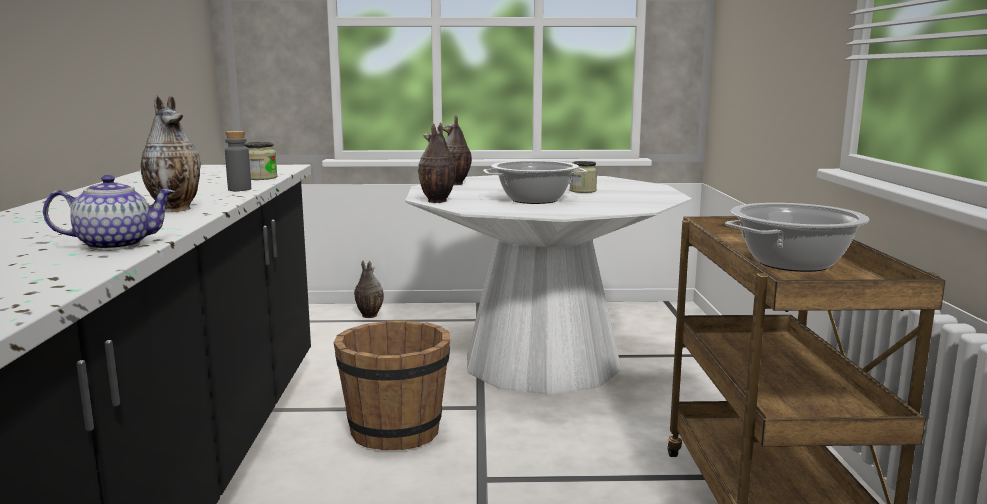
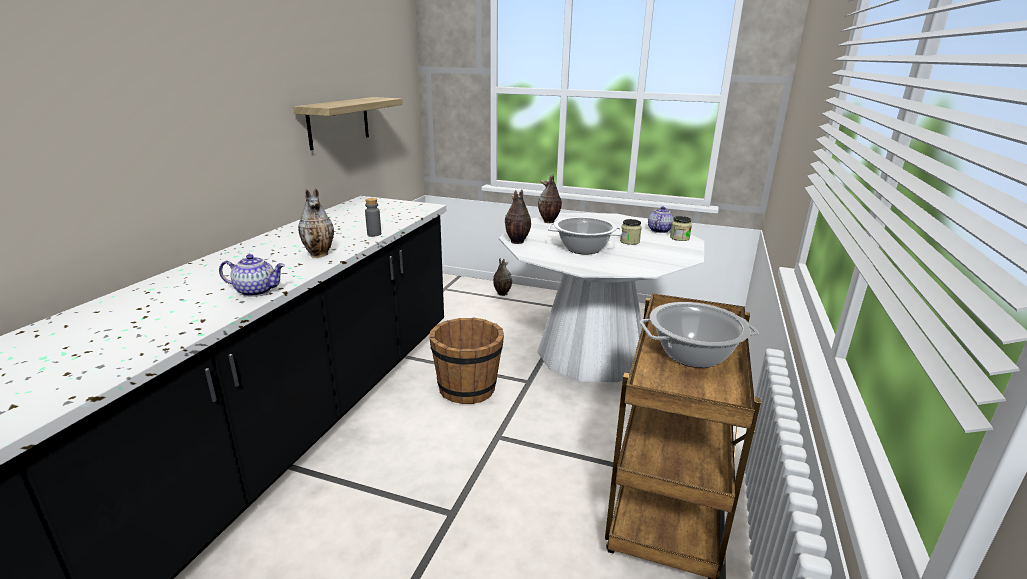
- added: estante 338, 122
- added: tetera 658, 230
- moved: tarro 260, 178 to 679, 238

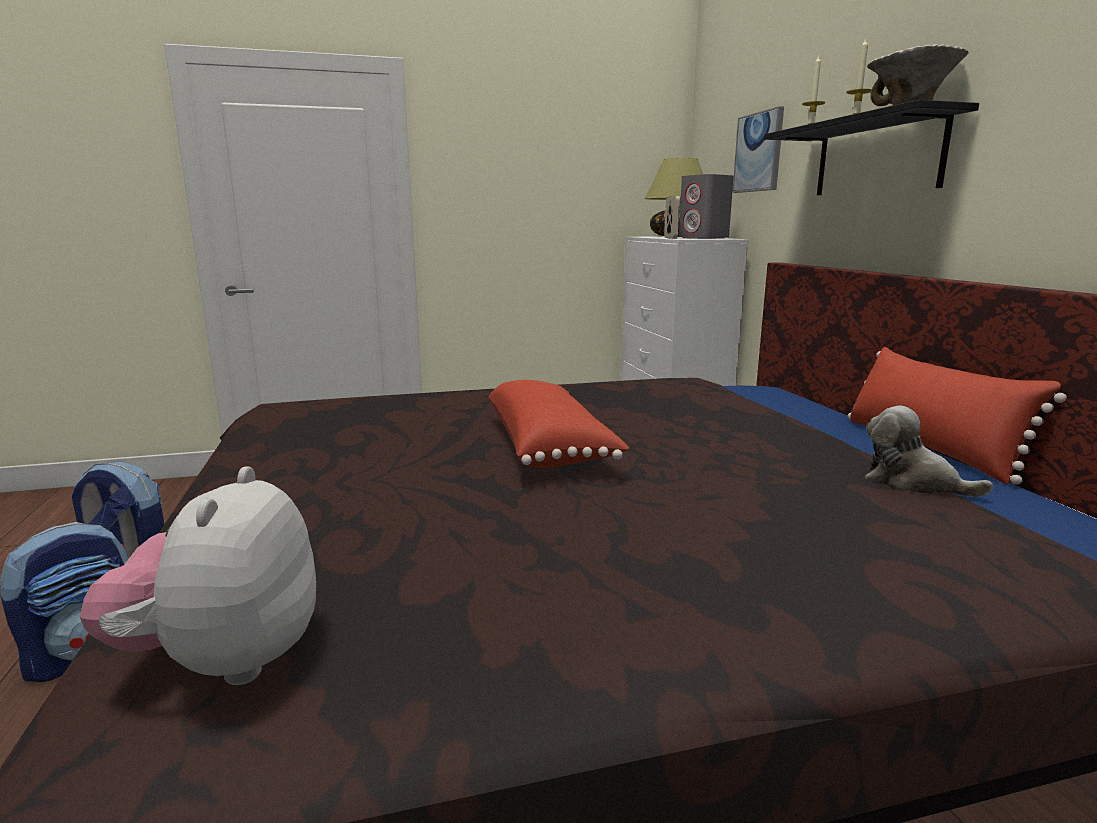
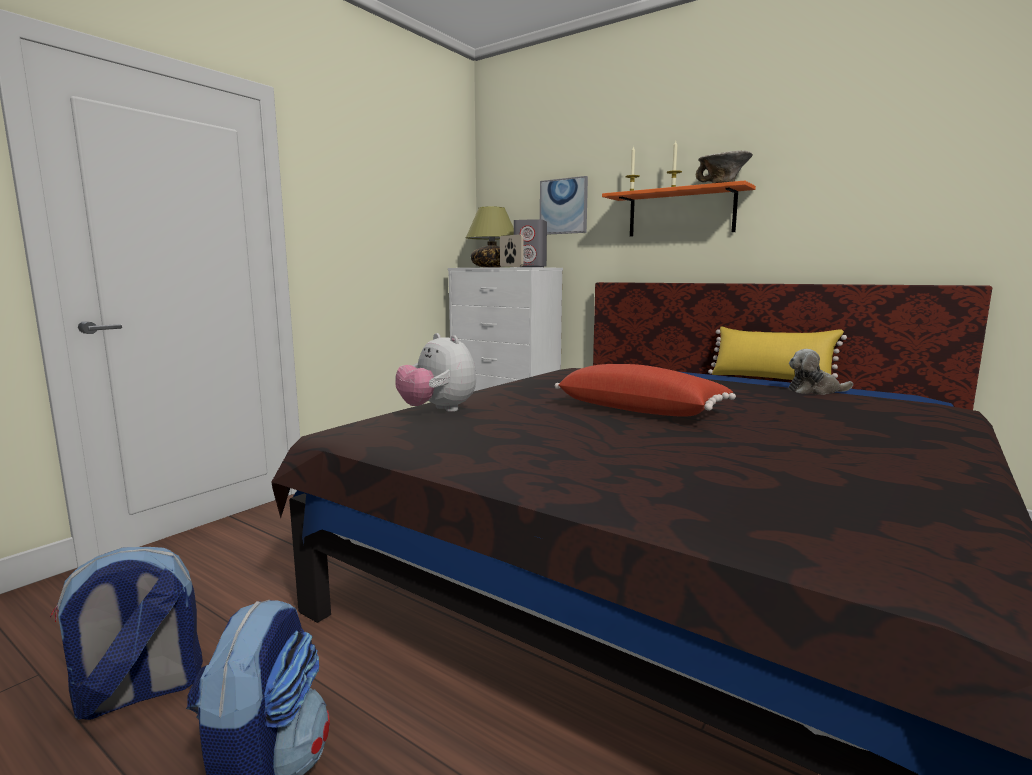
- moved: peluche 225, 661 to 437, 410
- recoloured: estante [negro] 877, 157 to estante [naranja] 681, 213
- recoloured: cojín [rojo] 928, 448 to cojín [amarillo] 771, 379

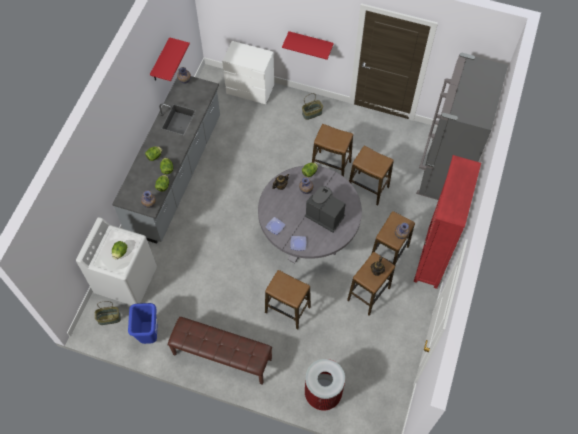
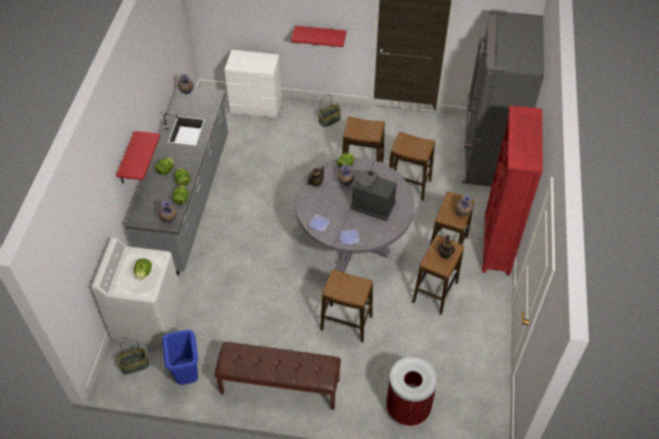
- moved: estante [rojo] 160, 61 to 127, 159

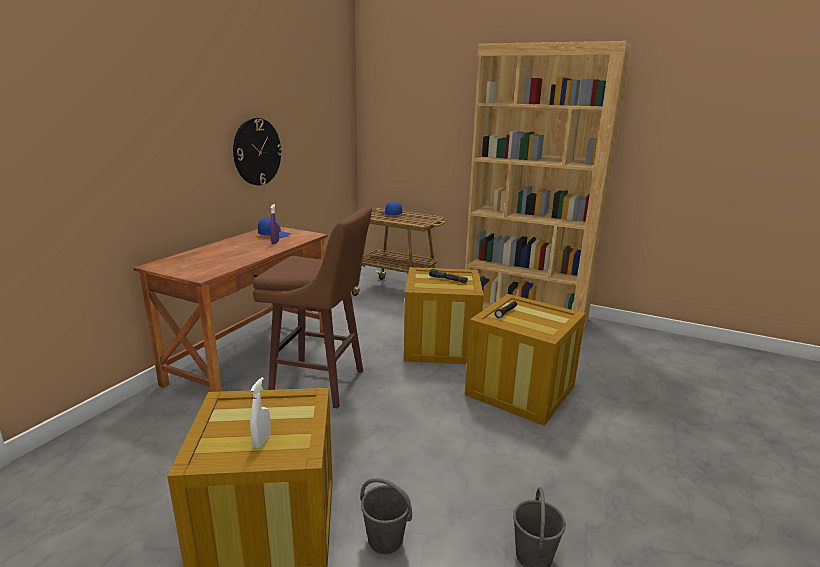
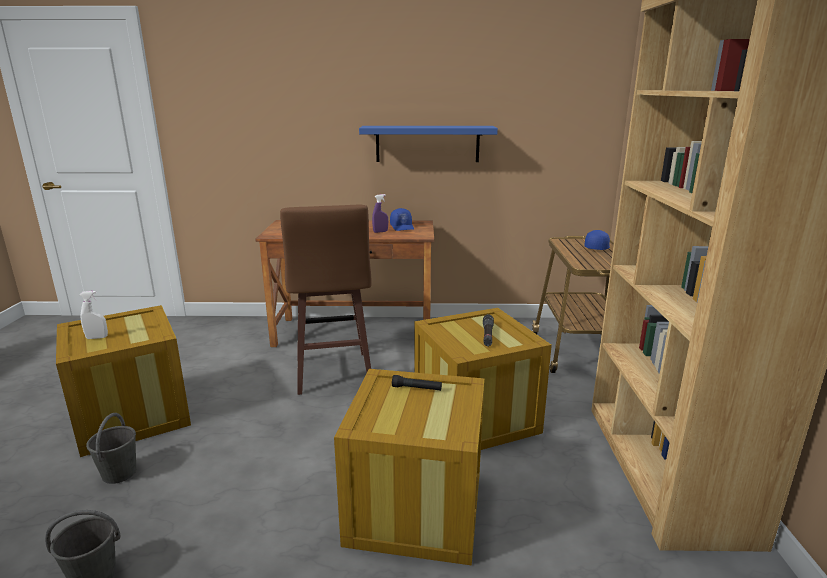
- replaced: reloj de pared 257, 152 to estante [azul] 427, 144

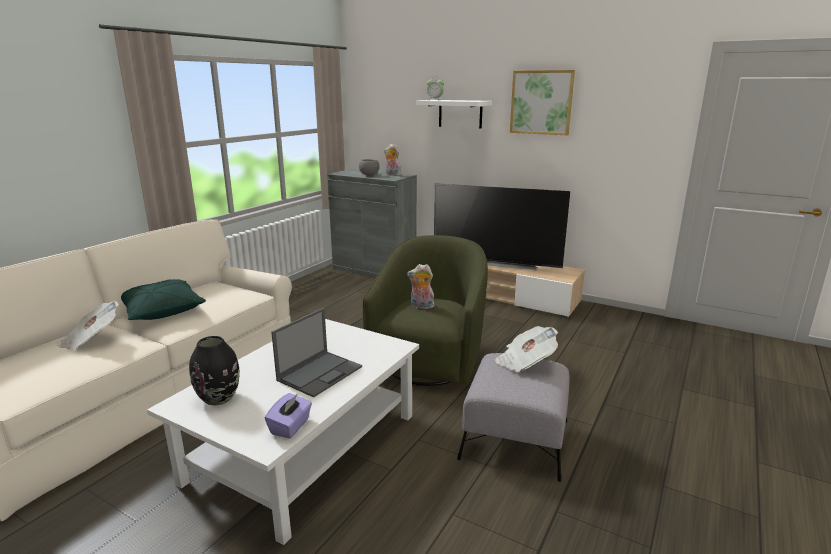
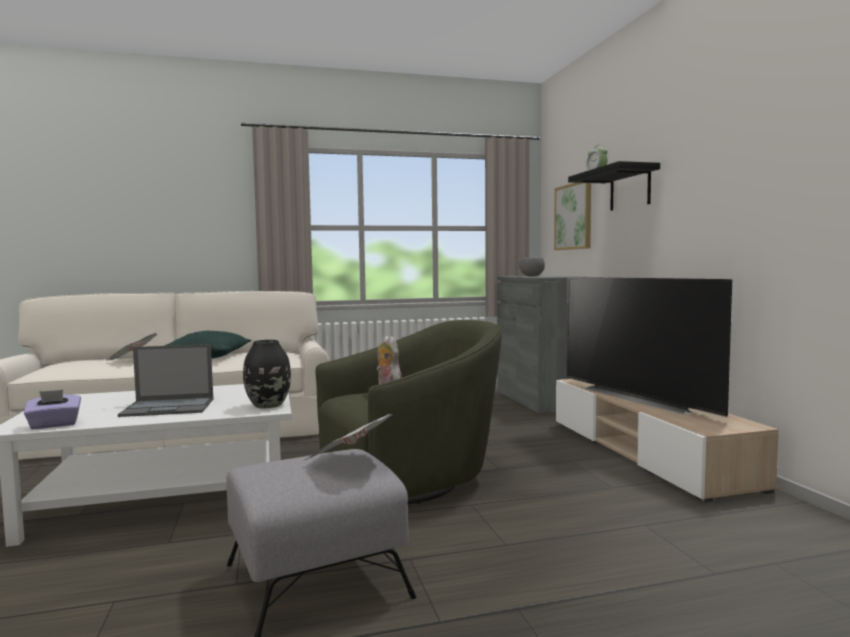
- removed: peluche 392, 175
- moved: florero [negro] 219, 398 to 268, 405
- moved: cuadro 541, 102 to 573, 216
- recoloured: estante [blanco] 460, 114 to estante [negro] 630, 189

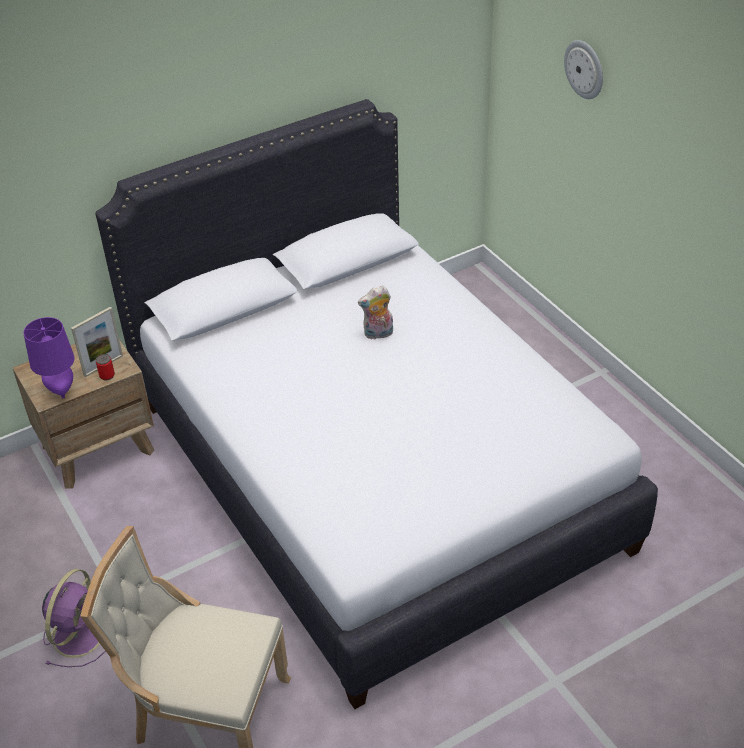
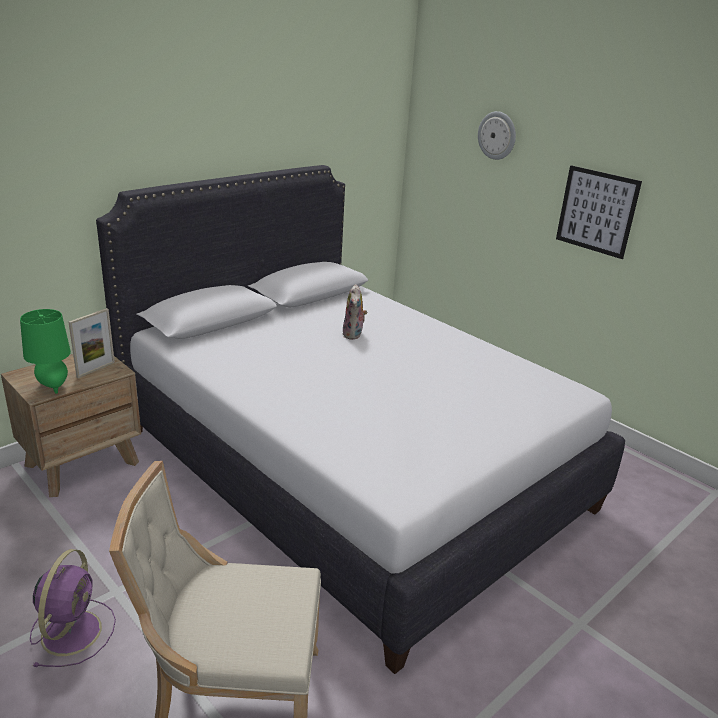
- removed: lata 107, 375
- added: cuadro 596, 211
- recoloured: lámpara de mesa [morado] 60, 389 to lámpara de mesa [verde] 52, 387
- turned: peluche 378, 334 = 354, 335 60 degrees counterclockwise

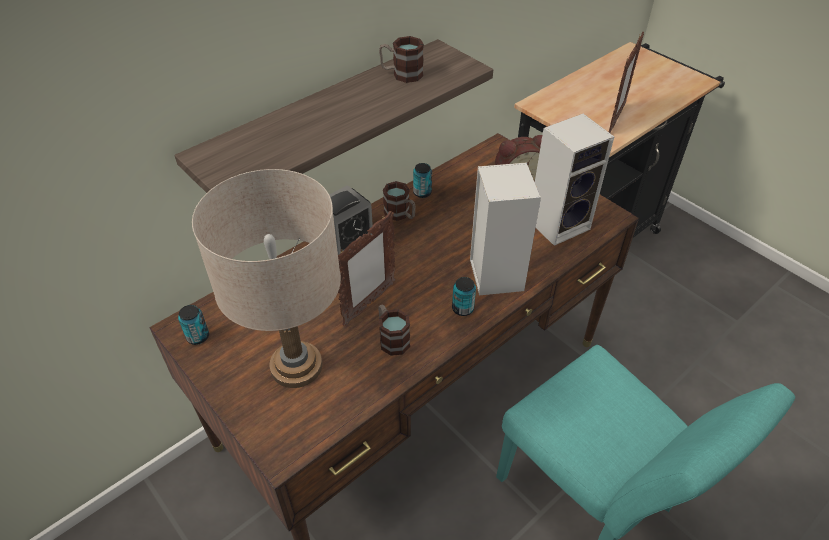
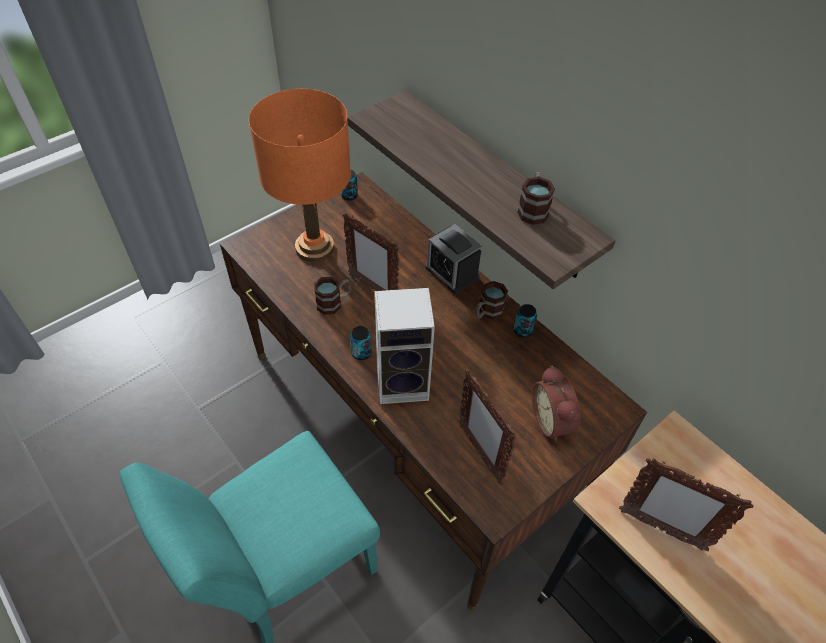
- replaced: altavoz 560, 223 to portarretratos 479, 453
- recoloured: lámpara de mesa [beis] 297, 366 to lámpara de mesa [naranja] 314, 248

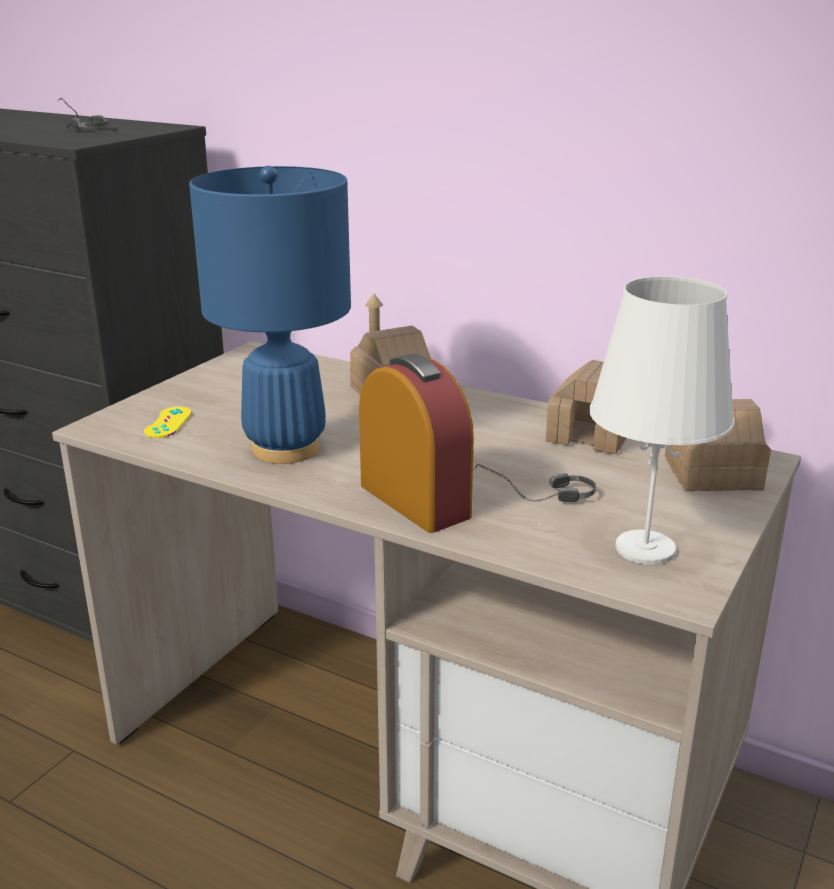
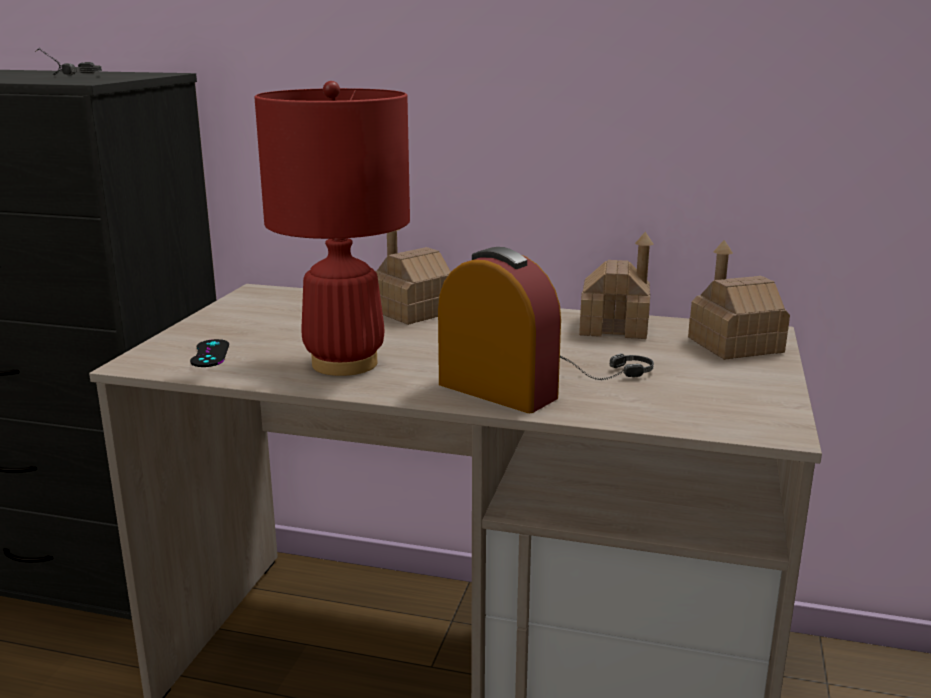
- removed: lámpara de mesa [blanco] 645, 548
- recoloured: mando de consola [amarillo] 168, 423 to mando de consola [negro] 210, 354
- recoloured: lámpara de mesa [azul] 286, 449 to lámpara de mesa [rojo] 345, 363

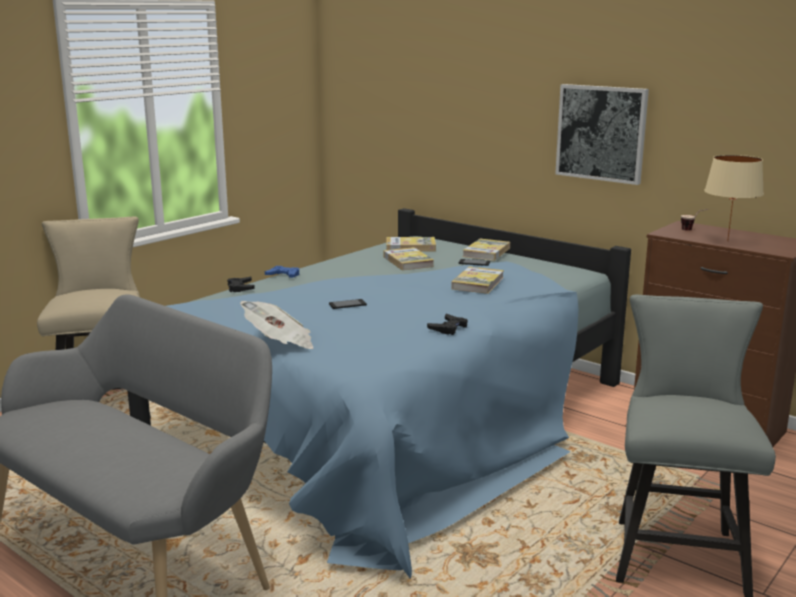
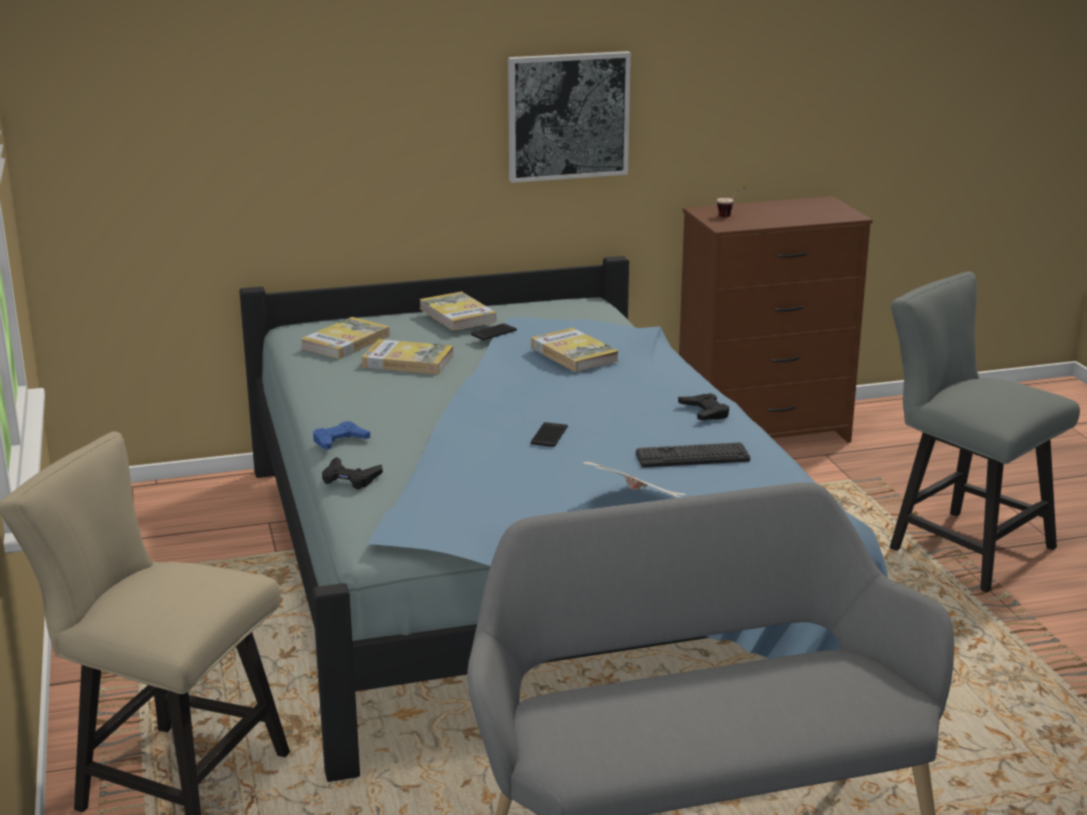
- removed: lámpara de mesa [beis] 728, 241
- added: teclado 692, 457

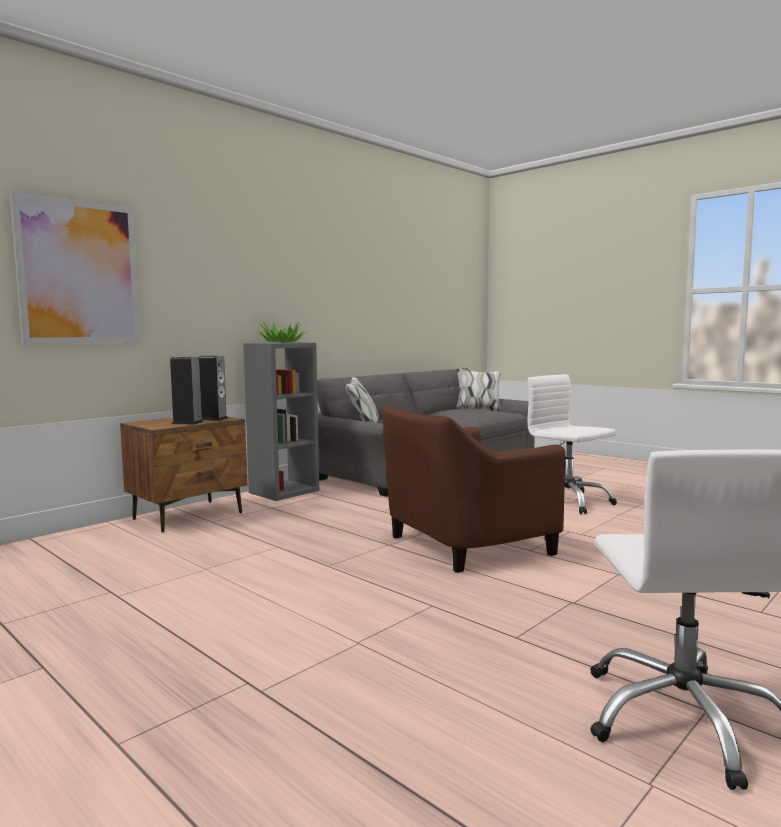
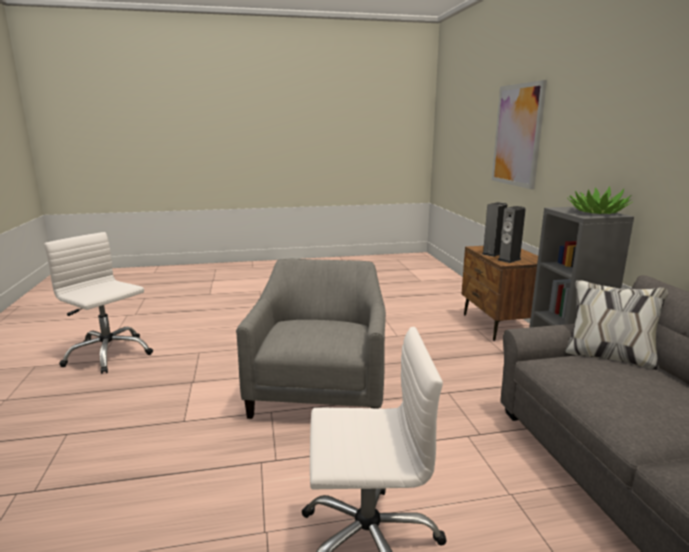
- recoloured: sillón [marrón] 464, 544 to sillón [gris] 319, 391

